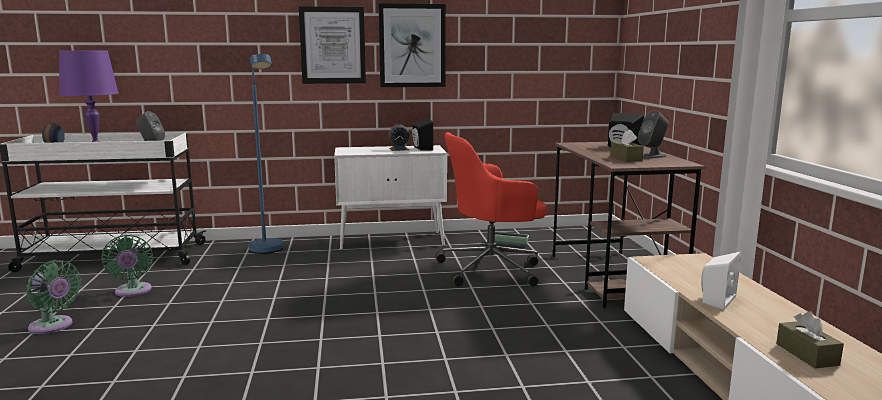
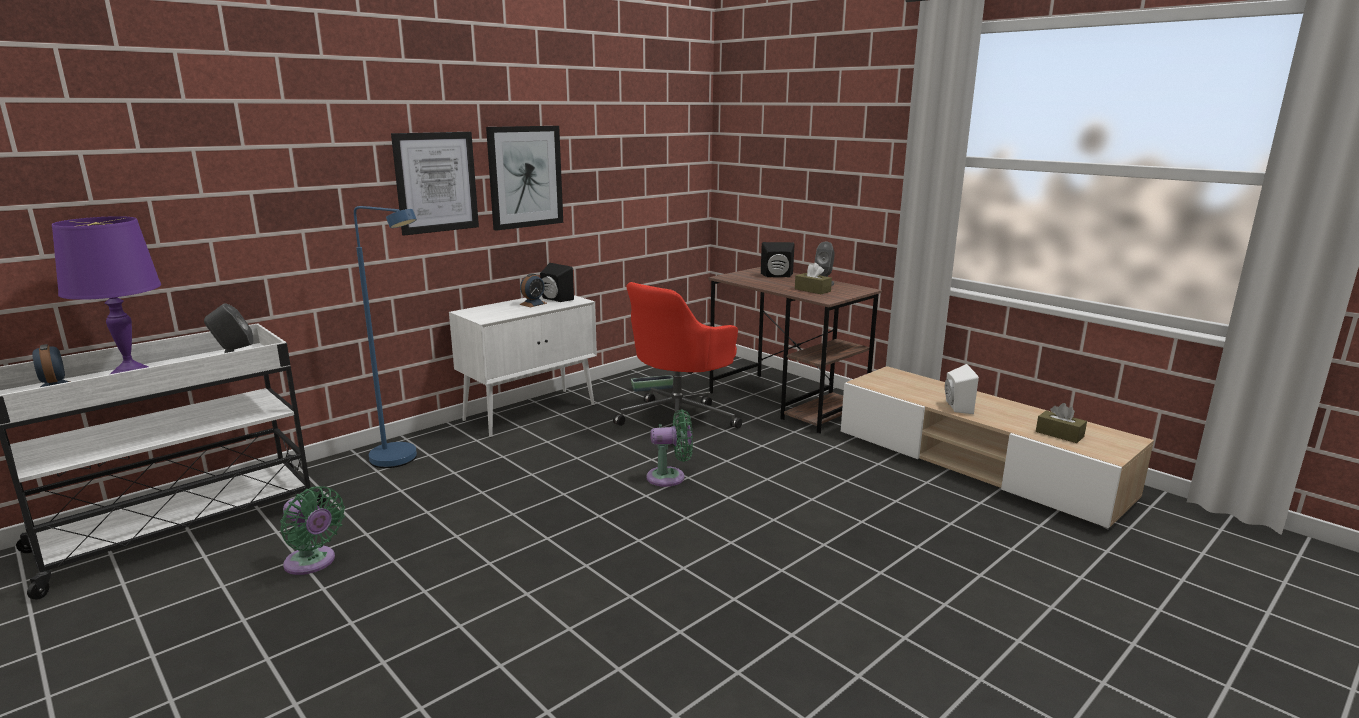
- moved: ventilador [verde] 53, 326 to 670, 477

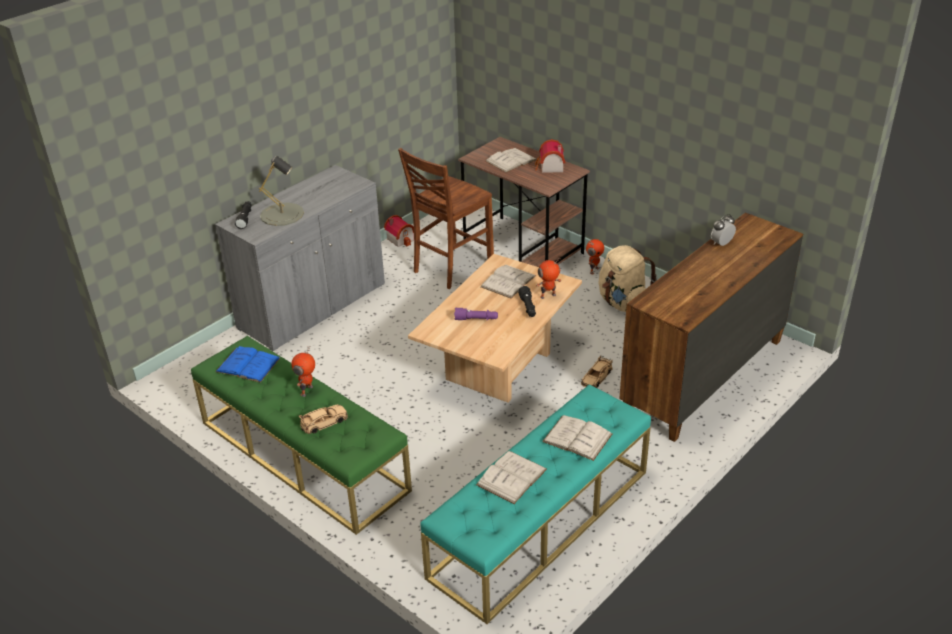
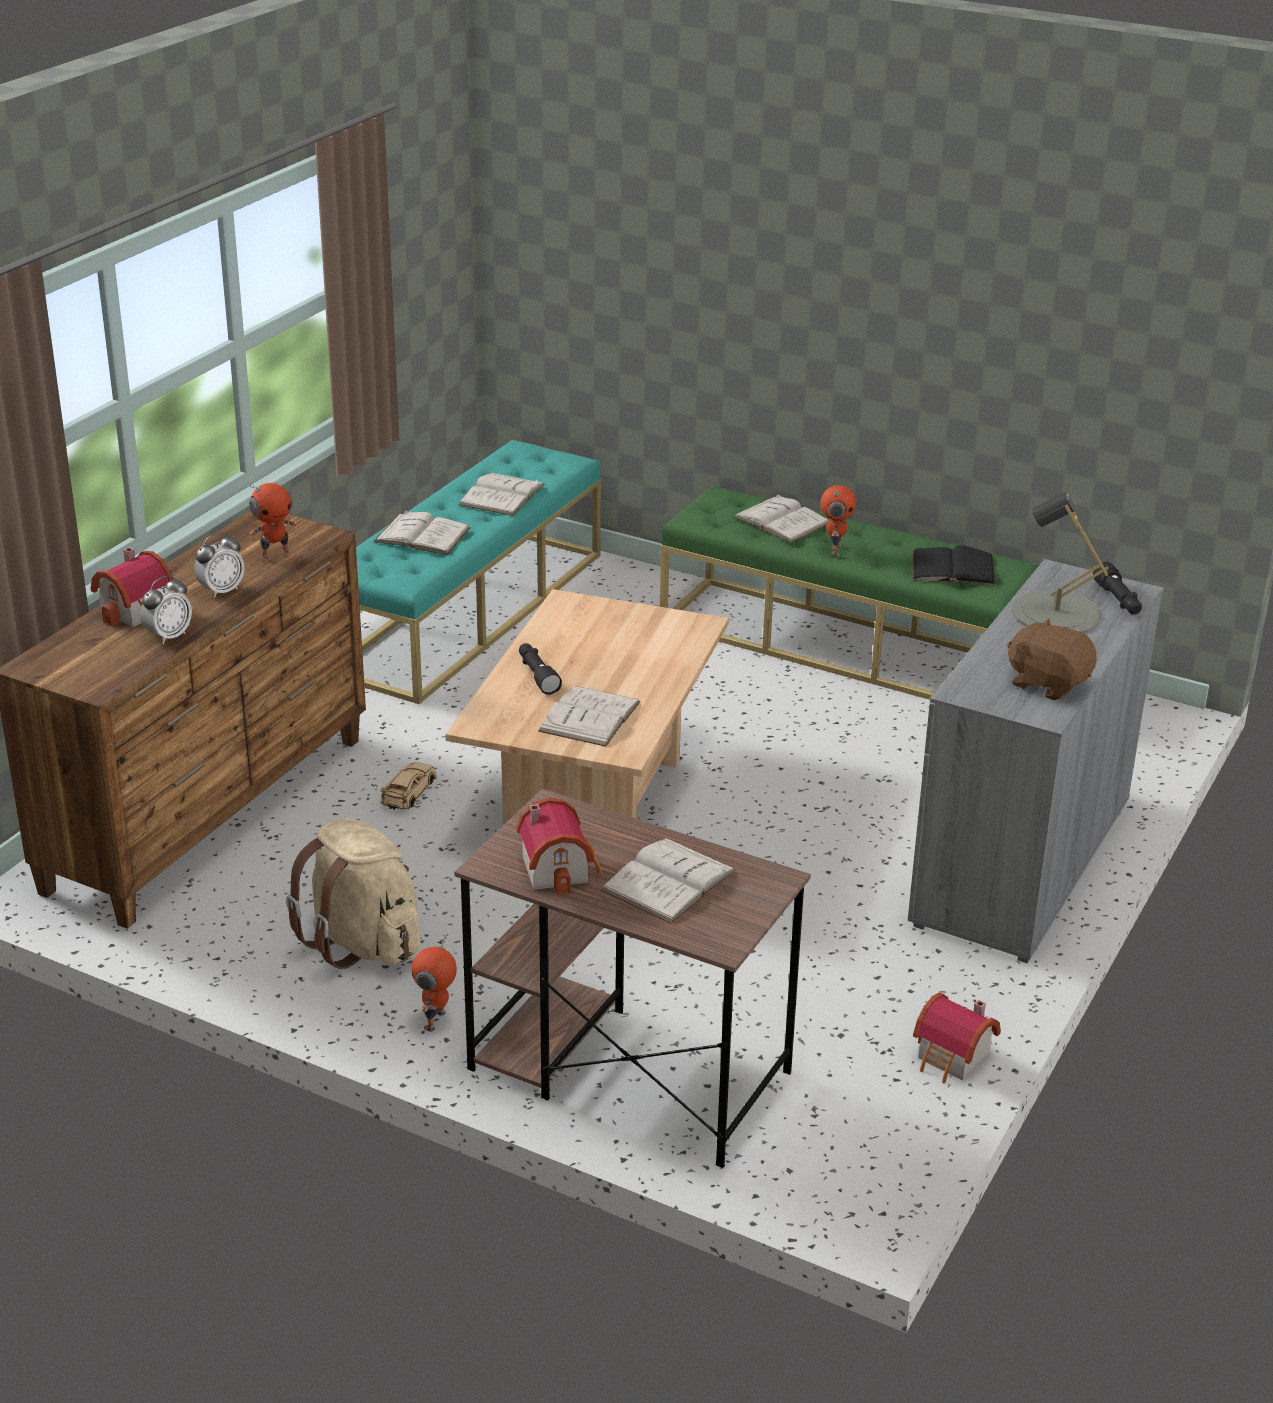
- removed: silla [marrón] 451, 267
- removed: linterna [morado] 476, 319
- added: casita 140, 611
- added: despertador 221, 591
- added: peluche [marrón] 1048, 683
- moved: robot de juguete 548, 296 to 275, 556
- replaced: coche de juguete [beis] 324, 422 to libro [blanco] 781, 520
- recoloured: libro [azul] 248, 365 to libro [negro] 953, 568

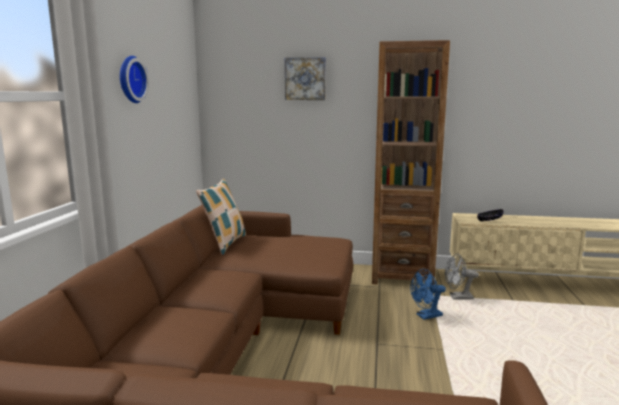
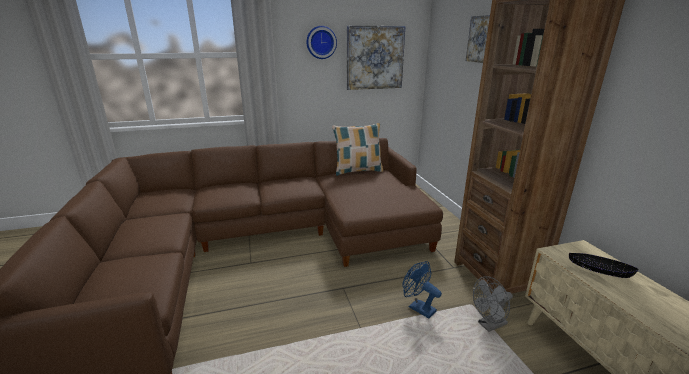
- added: cuadro 374, 58
- turned: ventilador [gris] 457, 297 = 489, 325 90 degrees counterclockwise

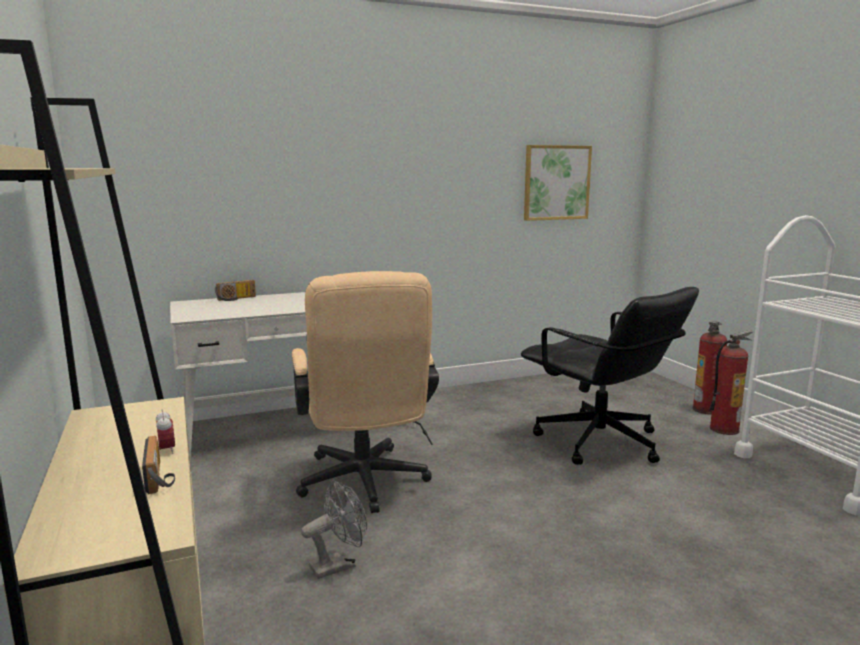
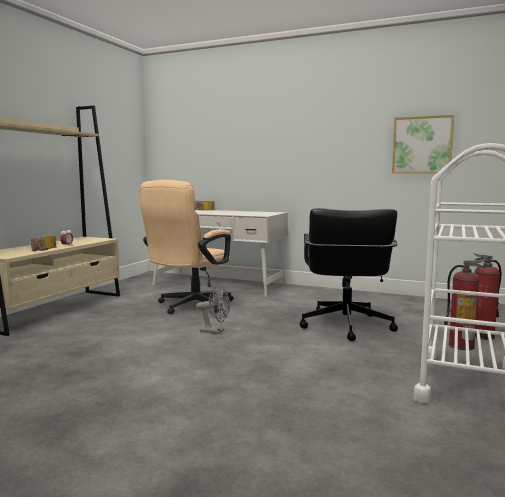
- moved: ventilador [gris] 338, 565 to 215, 331

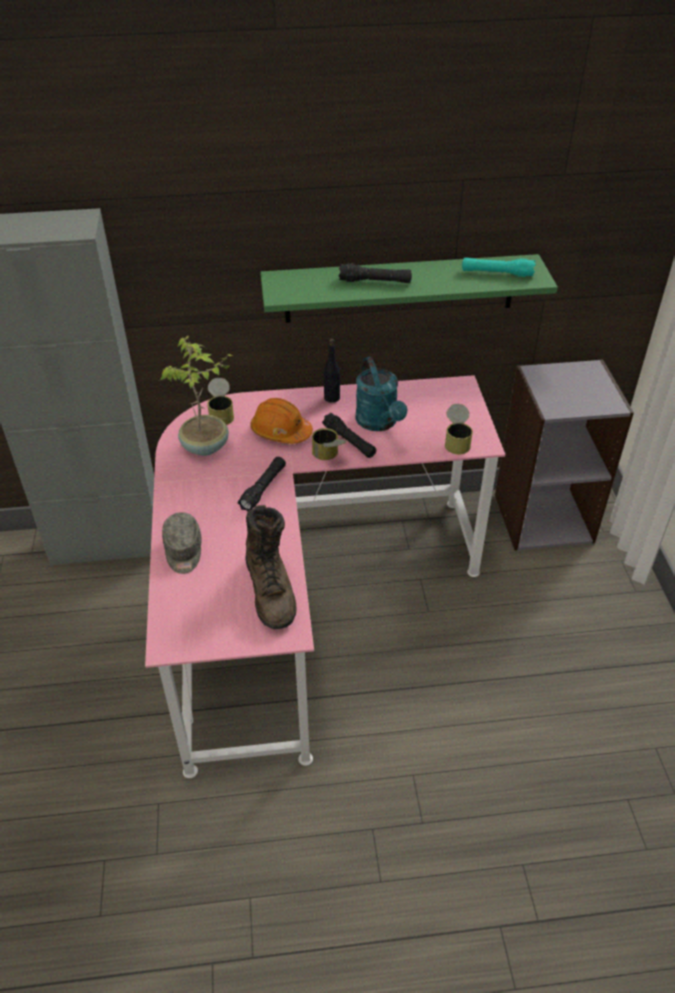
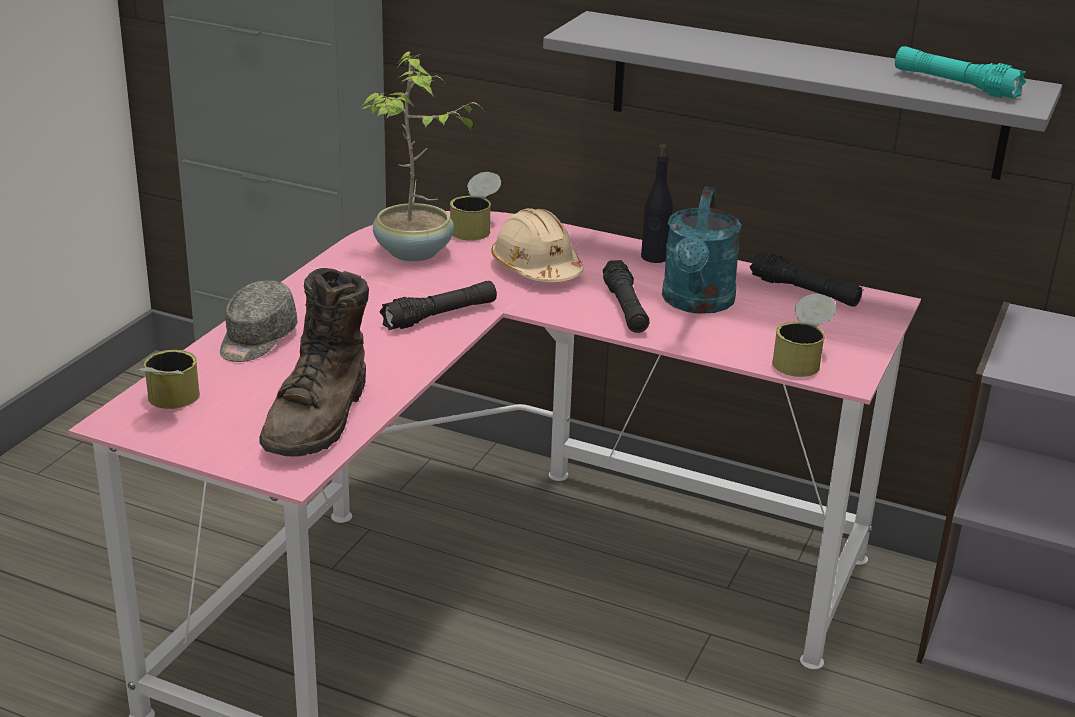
- moved: lata 328, 456 to 169, 404
- moved: linterna [negro] 375, 281 to 804, 291
- recoloured: casco [naranja] 280, 431 to casco [beis] 536, 268
- recoloured: estante [verde] 400, 288 to estante [gris] 804, 94

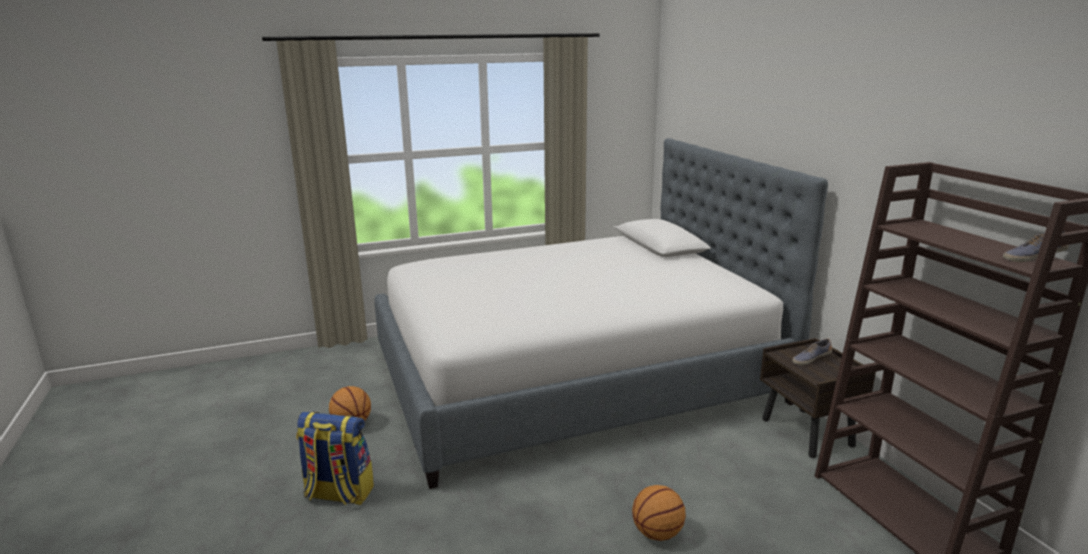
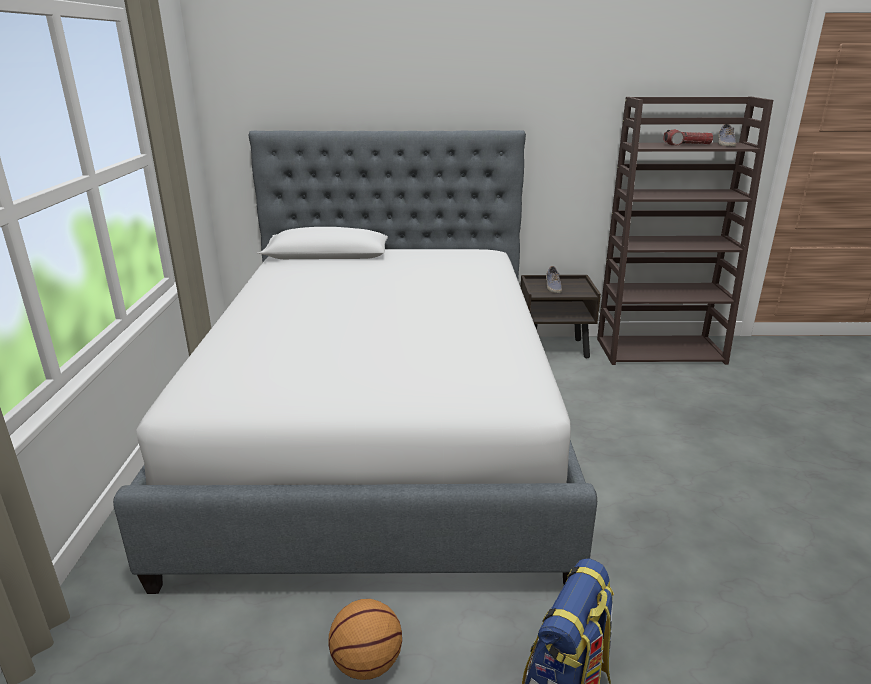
- removed: balón de baloncesto 657, 534
- added: linterna 687, 145

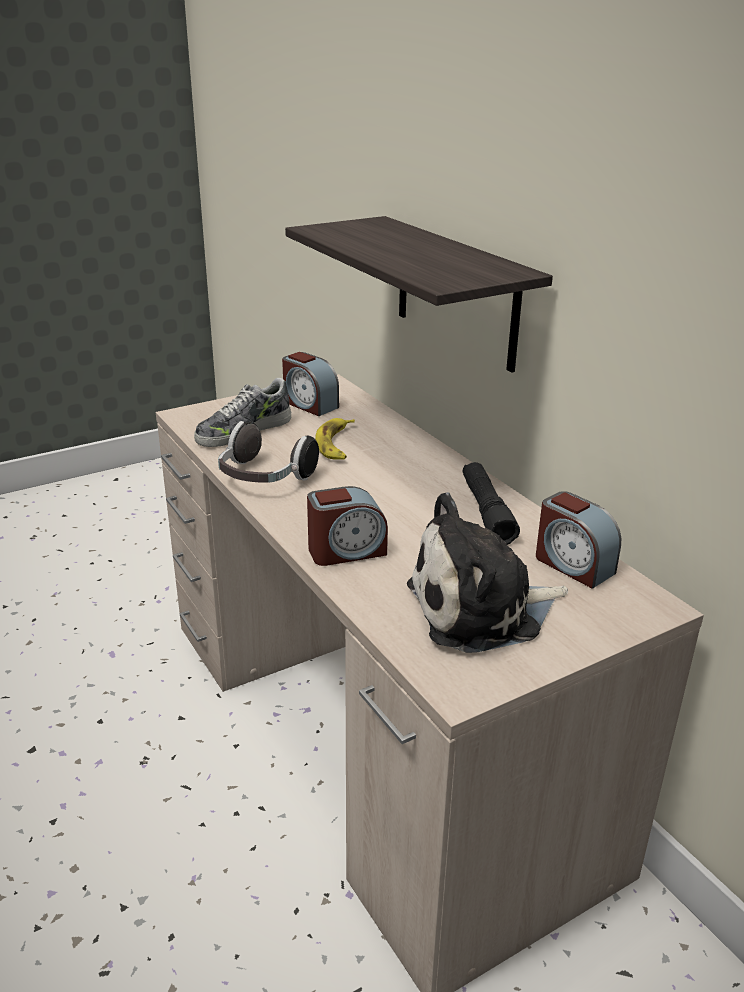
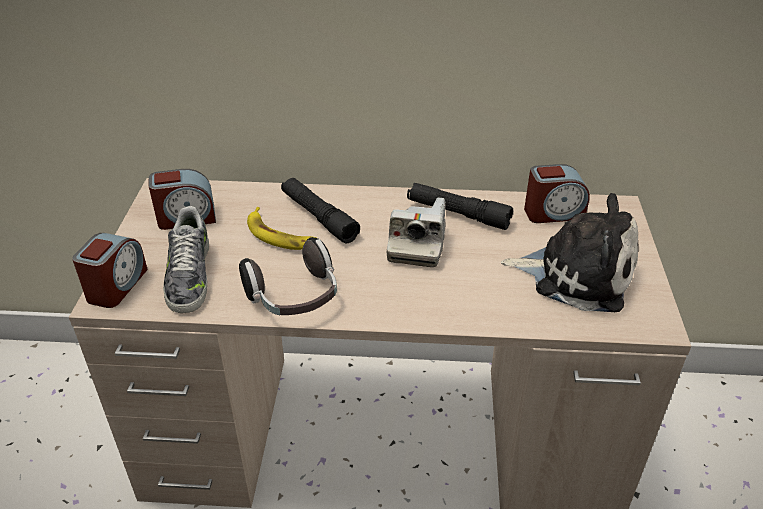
- removed: estante 456, 293
- added: linterna [negro] 318, 217
- added: cámara 417, 245
- moved: despertador 346, 551 to 116, 286
- turned: peluche 481, 609 = 576, 274 90 degrees counterclockwise

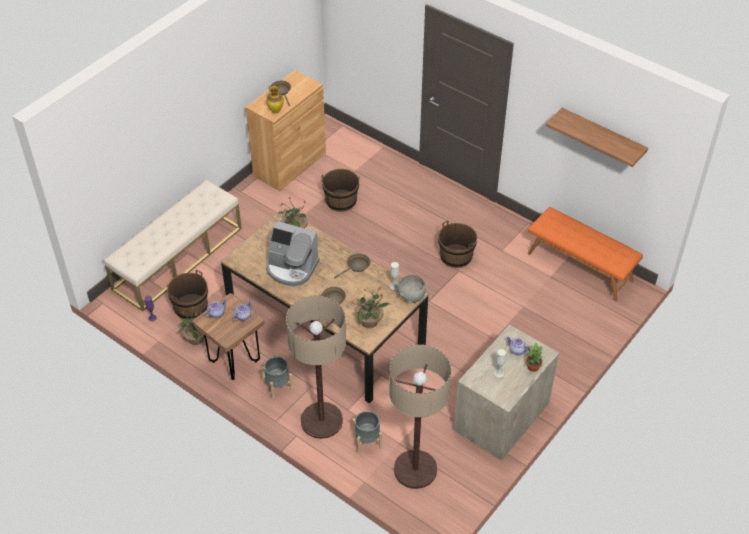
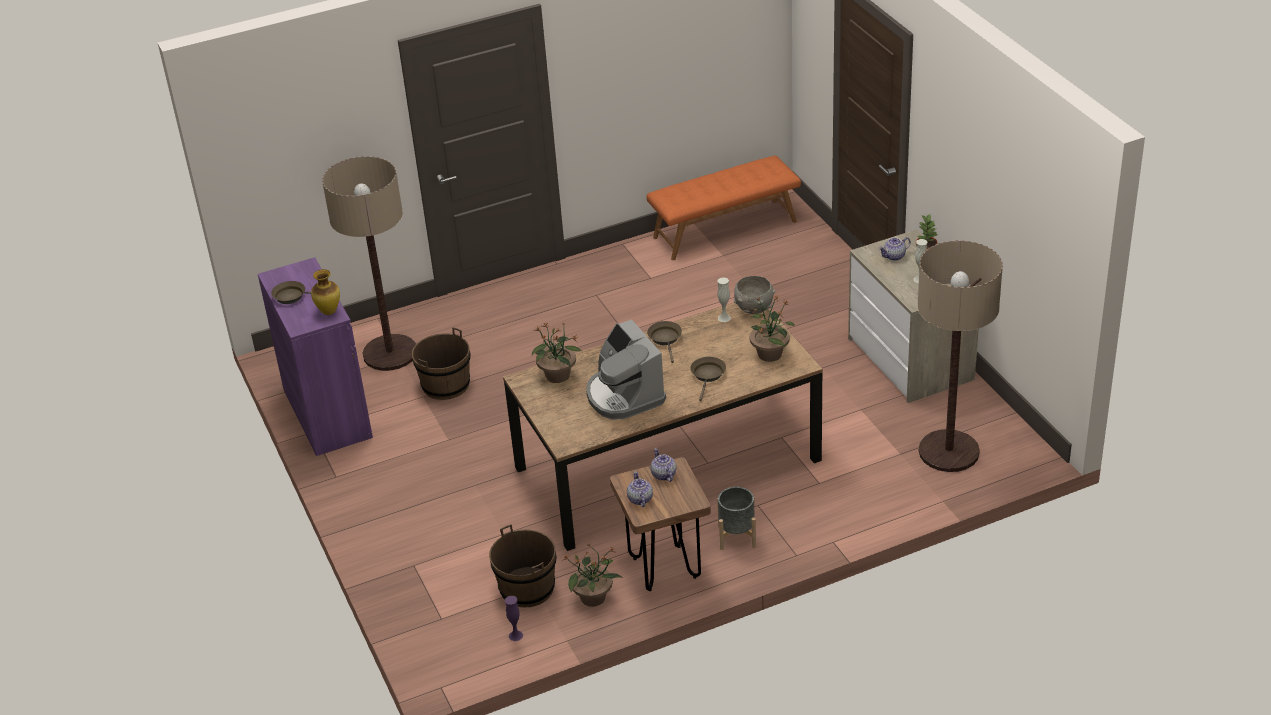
- removed: banco [beis] 178, 258
- removed: maceta [gris] 367, 441
- removed: cubo [marrón] 456, 256
- removed: estante 602, 136
- moved: lámpara de pie 321, 421 to 390, 353
- recoloured: armario [marrón] 289, 164 to armario [morado] 327, 413
- turned: cafetera 291, 268 = 624, 395 105 degrees clockwise

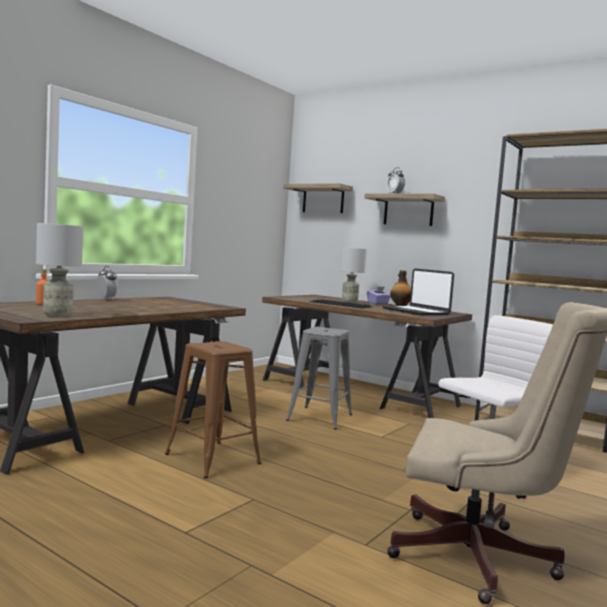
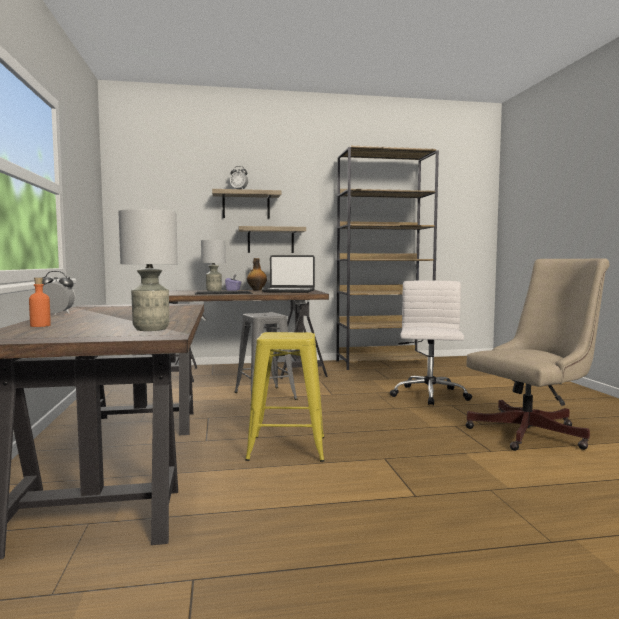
- moved: estante 323, 199 to 270, 240
- recoloured: taburete [marrón] 212, 459 to taburete [amarillo] 287, 448

